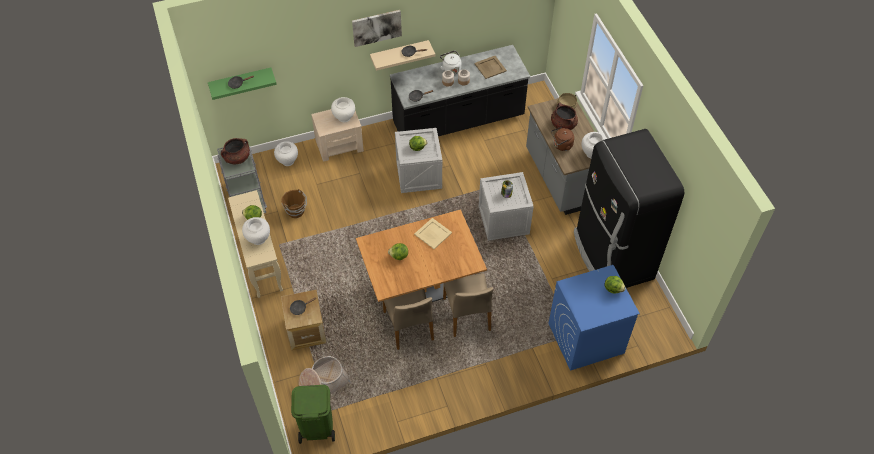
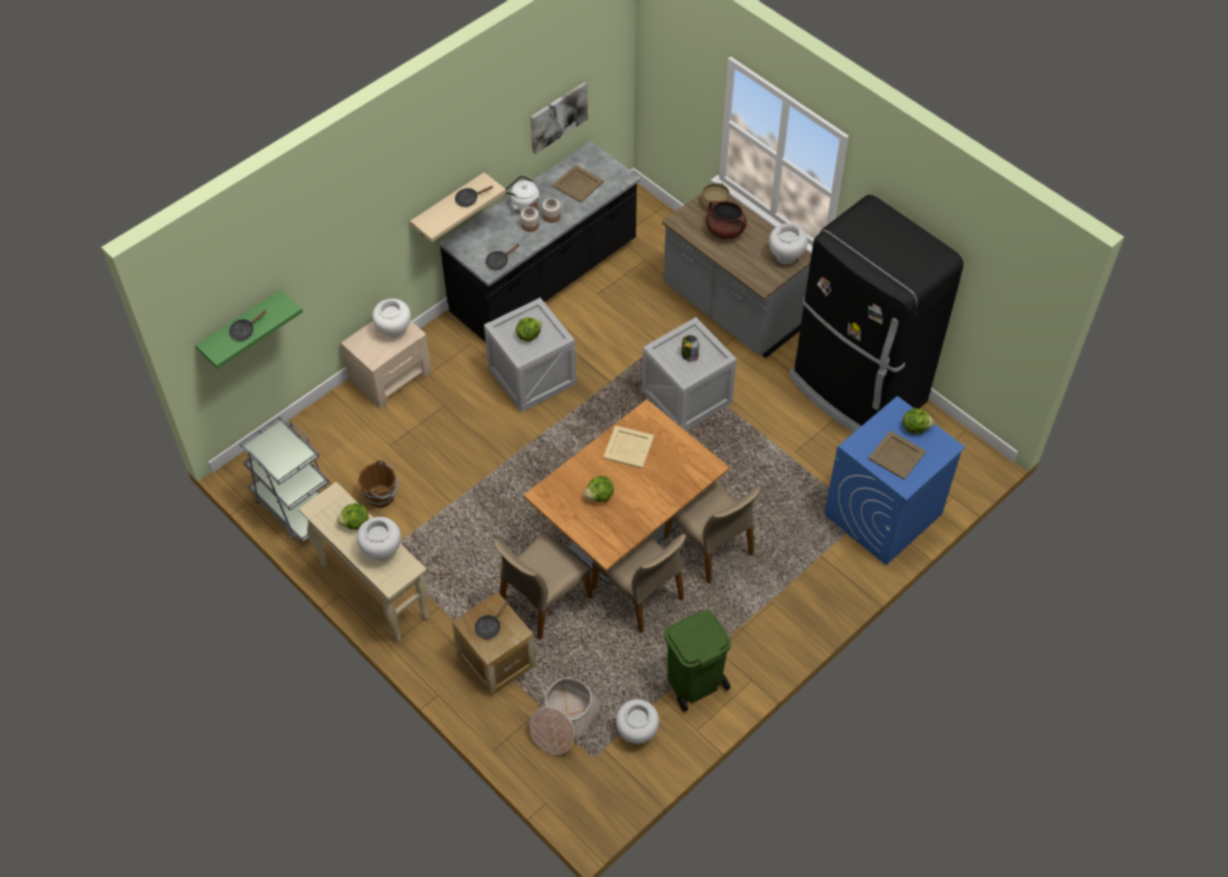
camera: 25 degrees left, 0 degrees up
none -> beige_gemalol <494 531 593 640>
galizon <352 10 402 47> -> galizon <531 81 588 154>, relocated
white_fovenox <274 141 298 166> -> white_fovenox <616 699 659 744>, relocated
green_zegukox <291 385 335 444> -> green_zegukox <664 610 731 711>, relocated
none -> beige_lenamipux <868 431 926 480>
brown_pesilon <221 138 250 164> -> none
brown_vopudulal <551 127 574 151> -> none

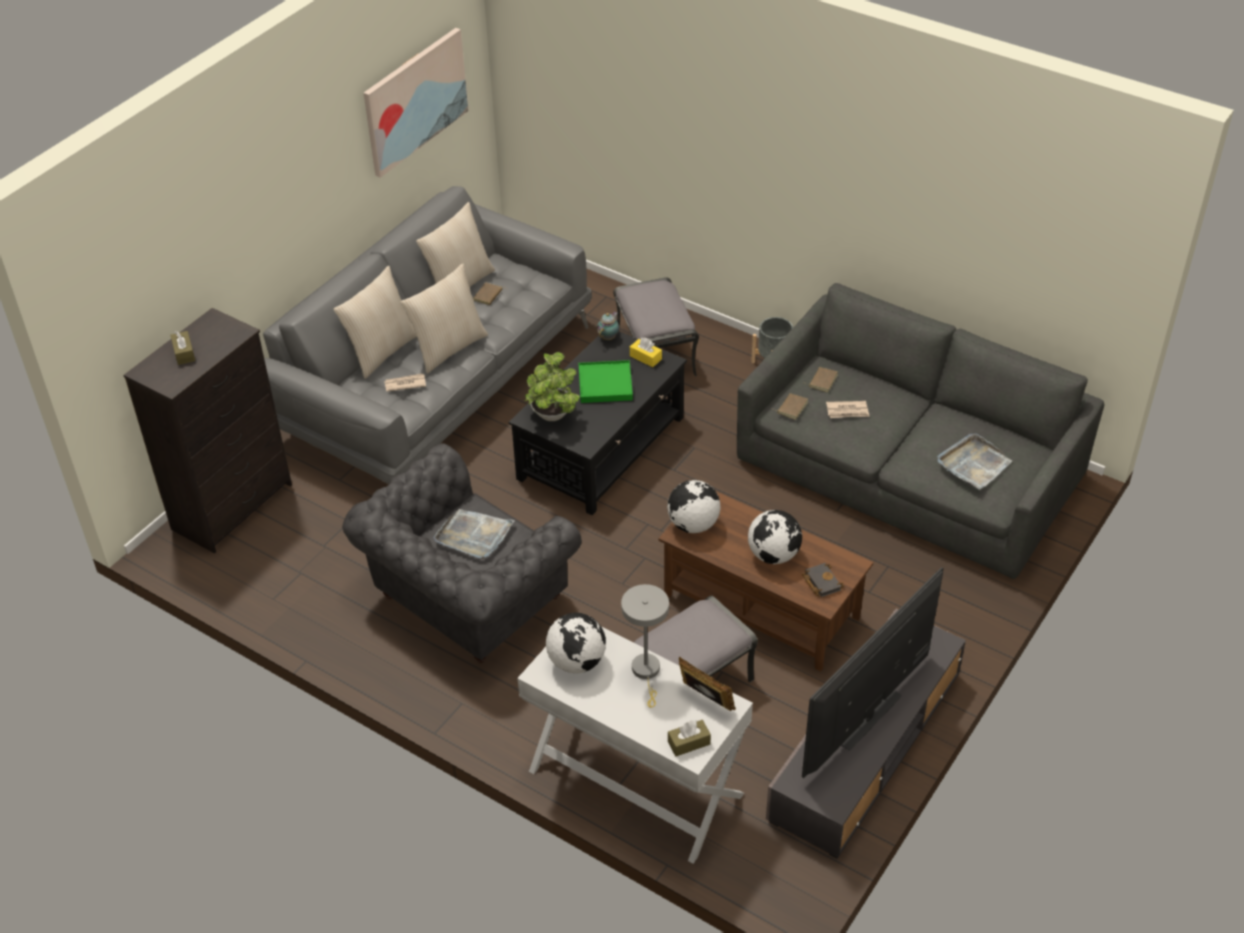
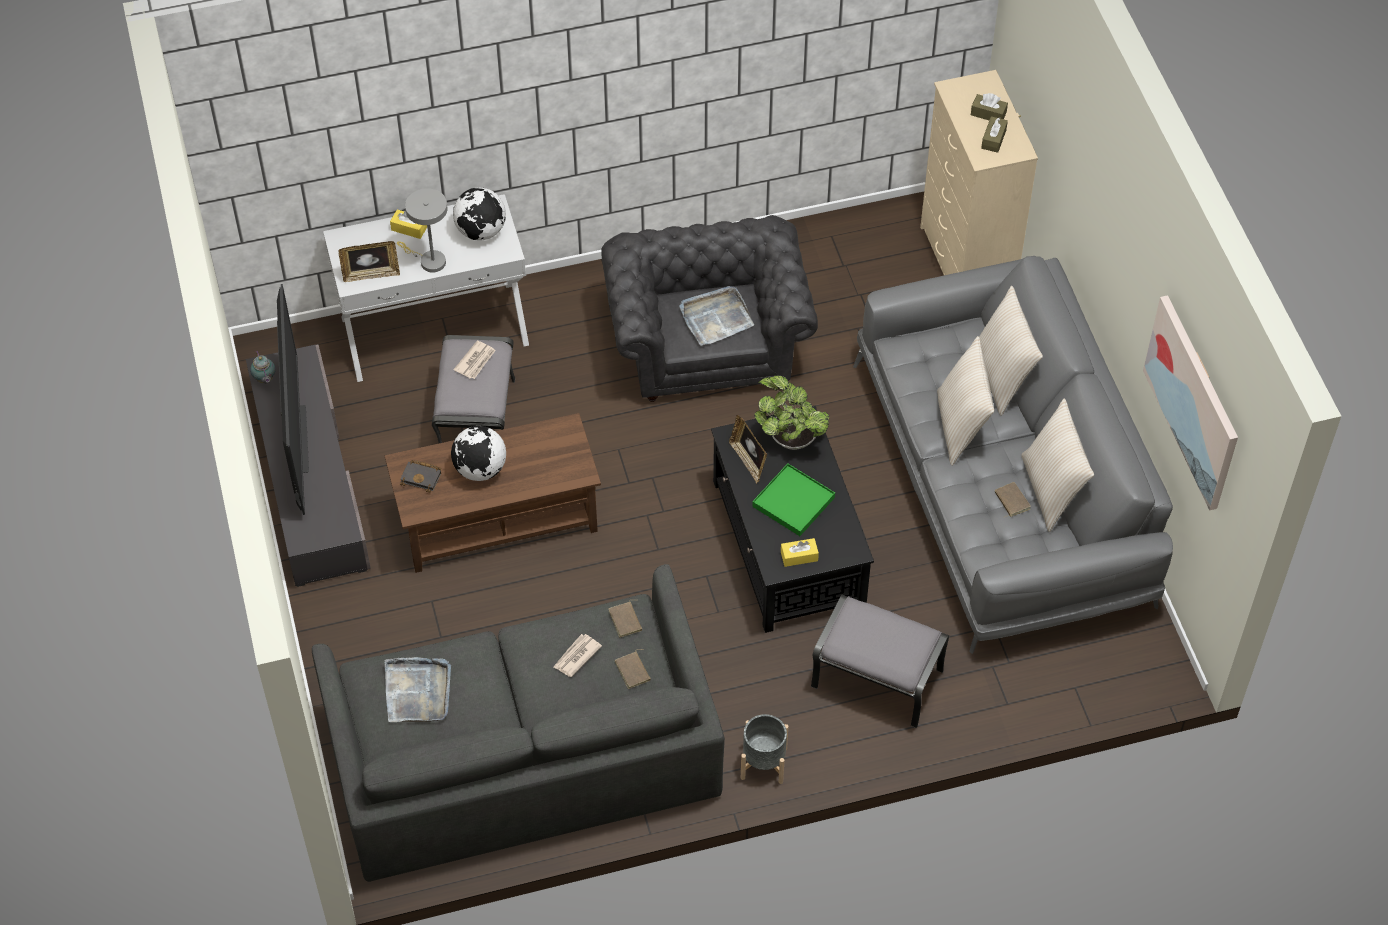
camera: 130 degrees right, 10 degrees up
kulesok <597 312 619 340> -> kulesok <250 351 276 384>, relocated
none -> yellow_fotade <390 209 427 239>
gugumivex <384 373 426 392> -> gugumivex <454 341 496 379>, relocated
none -> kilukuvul <729 415 767 484>
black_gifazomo <123 308 292 553> -> beige_gifazomo <920 70 1038 275>
brown_fotade <668 720 711 756> -> brown_fotade <981 116 1008 153>, relocated
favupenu <667 480 720 533> -> none

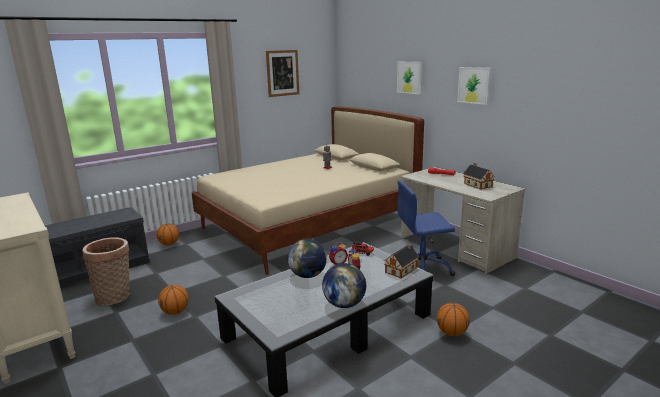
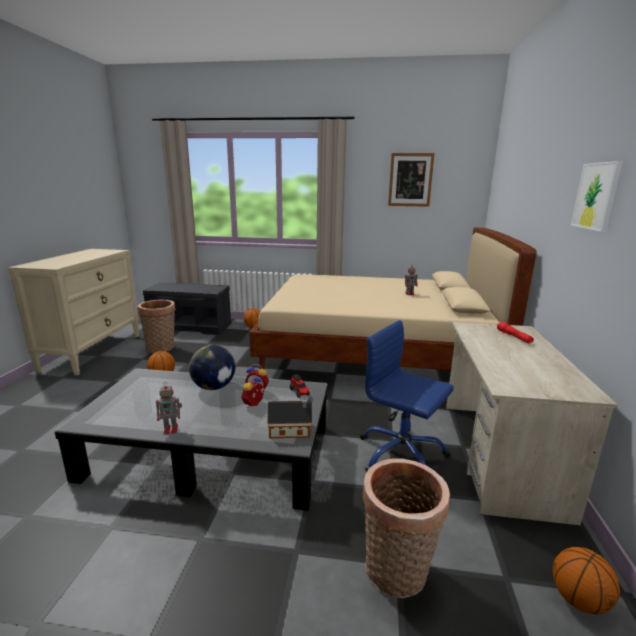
camera: 45 degrees right, 0 degrees up
favupenu <322 263 366 308> -> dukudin <156 382 182 435>
none -> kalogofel <363 458 450 598>
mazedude <437 303 470 336> -> mazedude <552 547 620 614>, relocated
galizon <397 62 422 94> -> none
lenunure <463 163 495 189> -> none

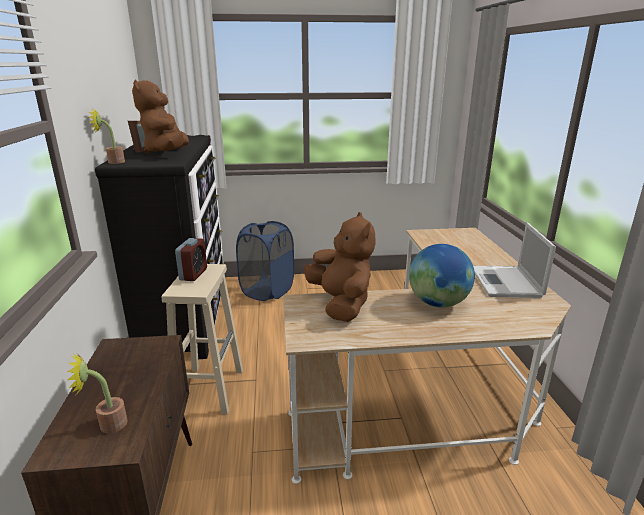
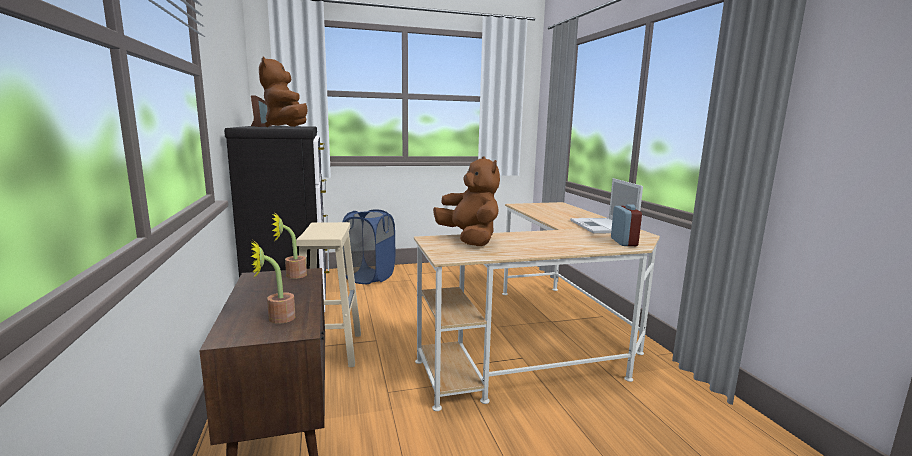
camera: 10 degrees left, 10 degrees down
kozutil <89 109 125 164> -> kozutil <272 211 307 279>, relocated
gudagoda <175 238 207 281> -> gudagoda <611 204 642 246>, relocated
favupenu <409 244 475 308> -> none

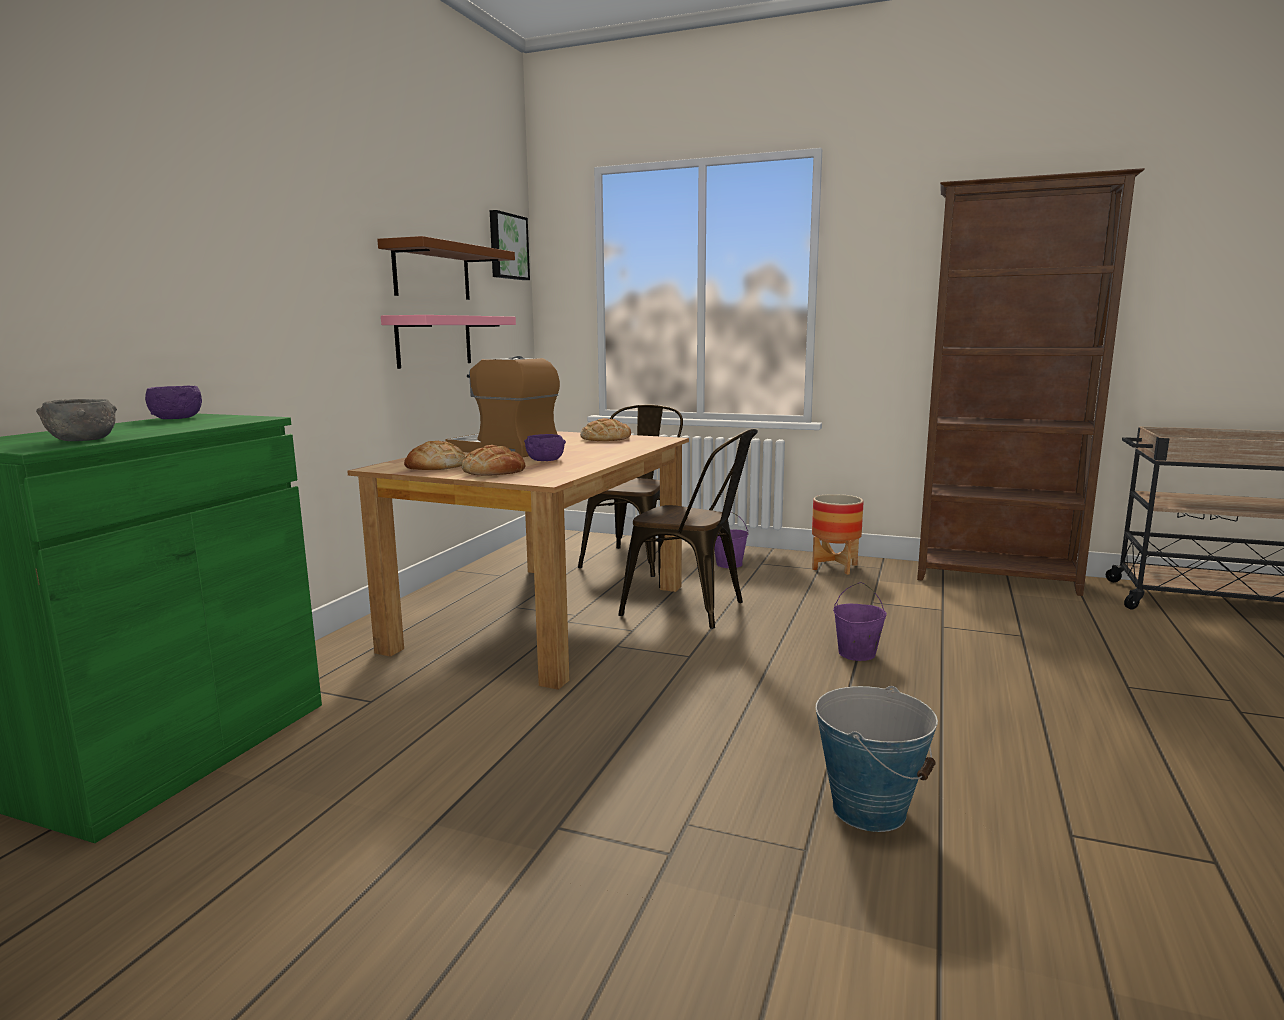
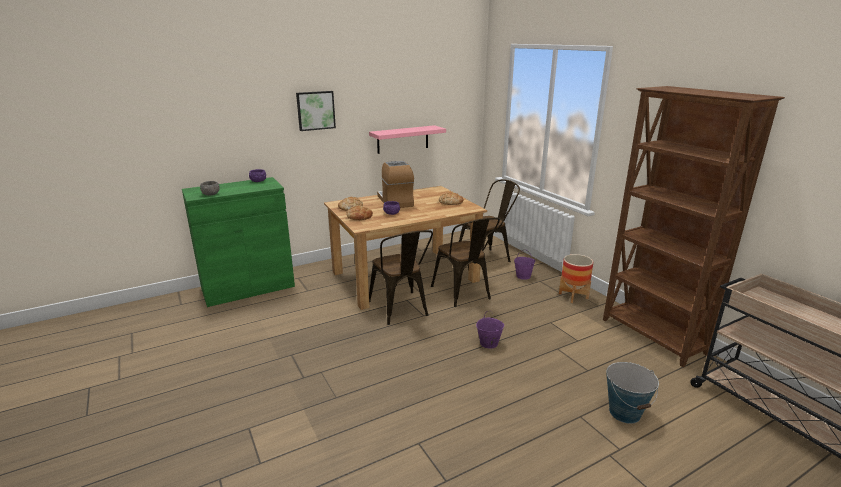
camera: 40 degrees right, 10 degrees up
galizon <490 210 530 280> -> galizon <296 91 336 131>, relocated
none -> brown_gemalol <369 230 433 325>
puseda <816 686 938 832> -> puseda <606 362 659 424>, relocated
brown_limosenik <377 236 515 300> -> none

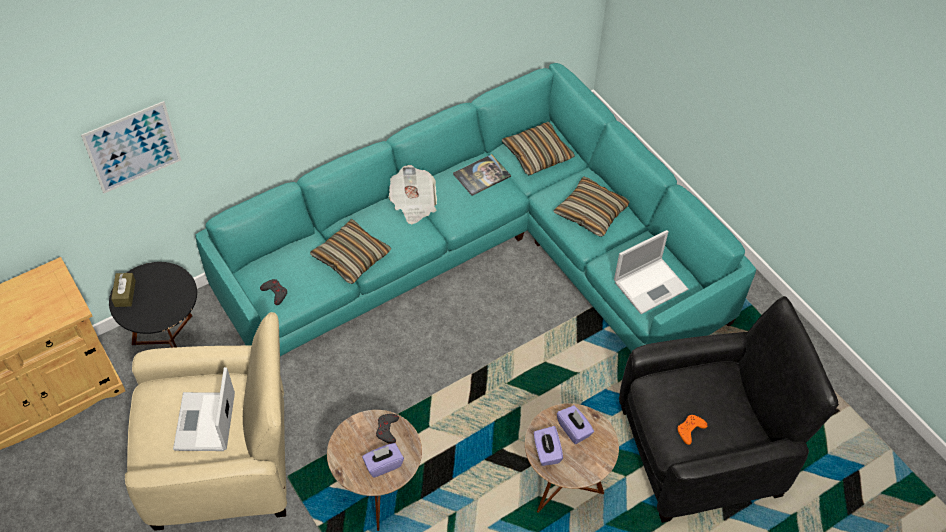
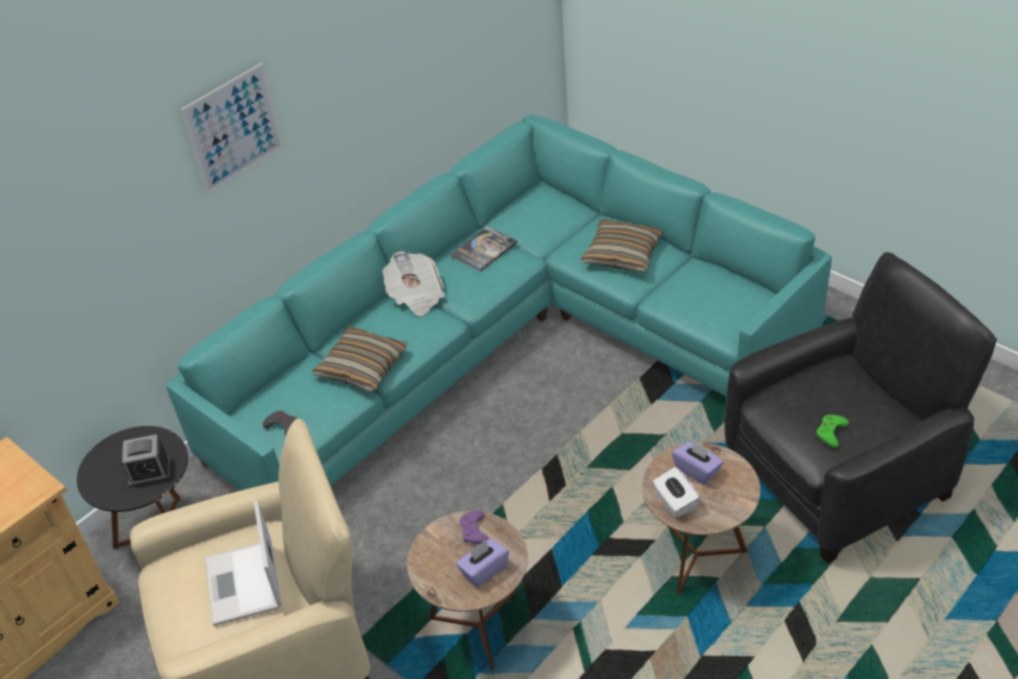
camera: 10 degrees left, 10 degrees down
none -> gudagoda <121 434 171 487>
galizon <81 101 181 194> -> galizon <181 63 283 195>, relocated
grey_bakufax <376 414 399 444> -> purple_bakufax <460 510 489 544>
purple_fotade <534 426 563 466> -> white_fotade <653 467 700 518>
orange_bakufax <677 415 708 445> -> green_bakufax <816 415 849 448>
brown_fotade <111 273 136 307> -> none
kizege <502 122 575 175> -> none
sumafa <614 230 688 314> -> none

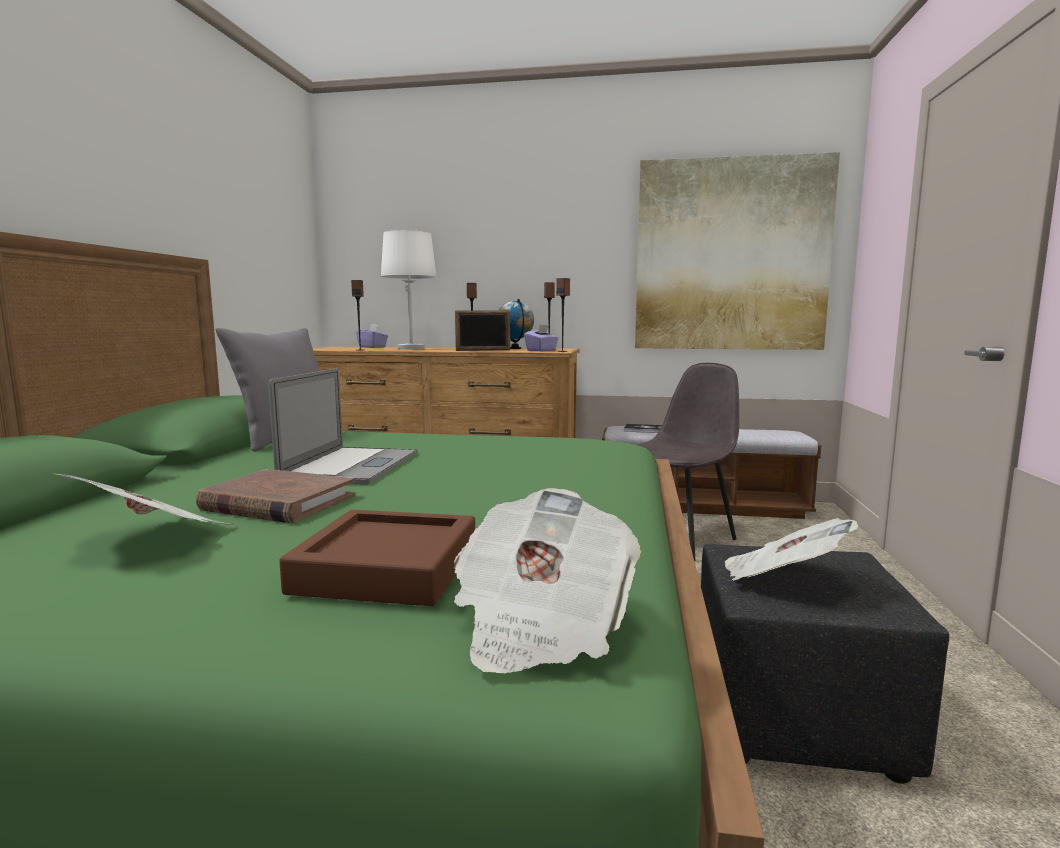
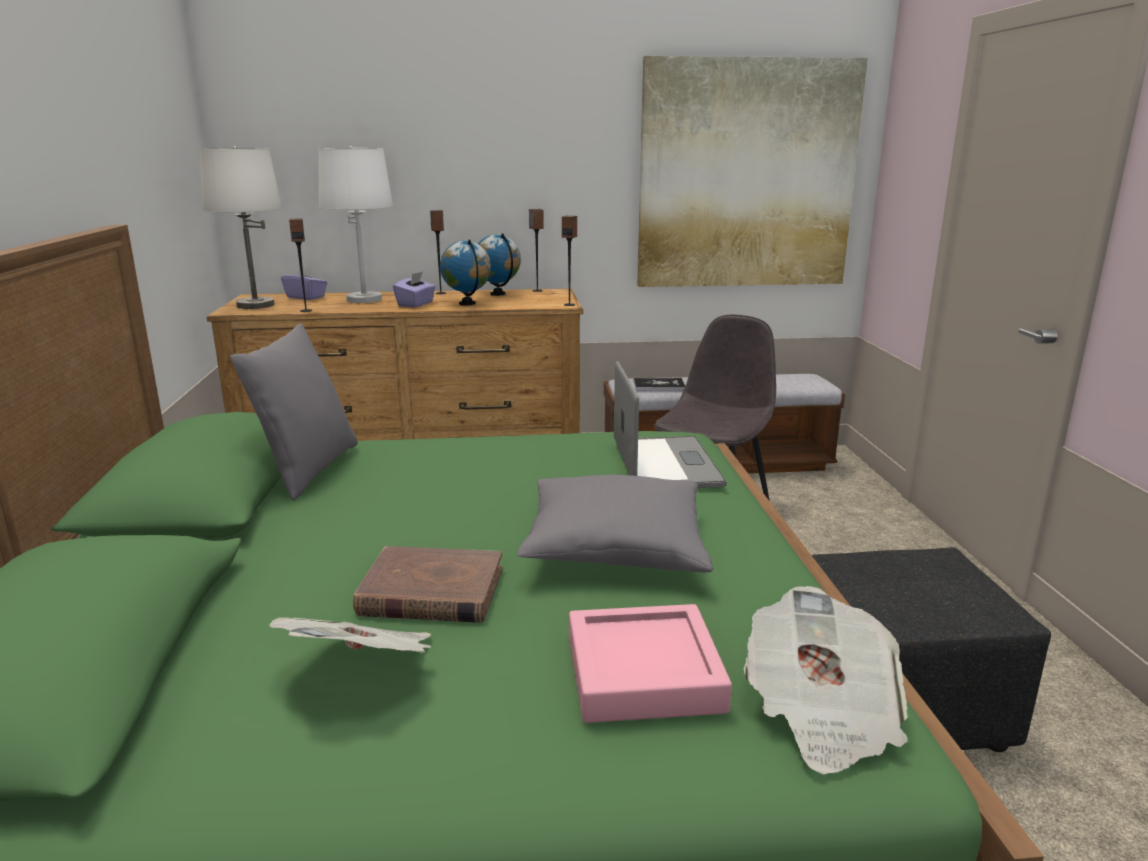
camera: 15 degrees left, 10 degrees up
none -> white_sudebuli <200 146 282 309>
purple_fotade <524 325 559 351> -> purple_fotade <393 271 436 308>, relocated
kilukuvul <455 310 510 351> -> favupenu <440 240 491 305>
none -> grey_kizege <517 475 713 572>
brown_lenamipux <279 510 475 606> -> pink_lenamipux <569 604 732 723>
sumafa <268 368 418 485> -> sumafa <614 361 727 488>, relocated
gugumivex <725 518 858 581> -> none

